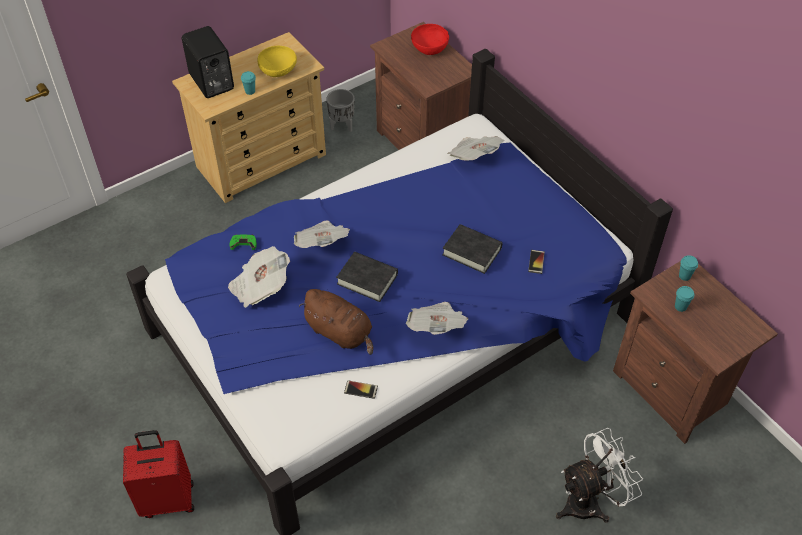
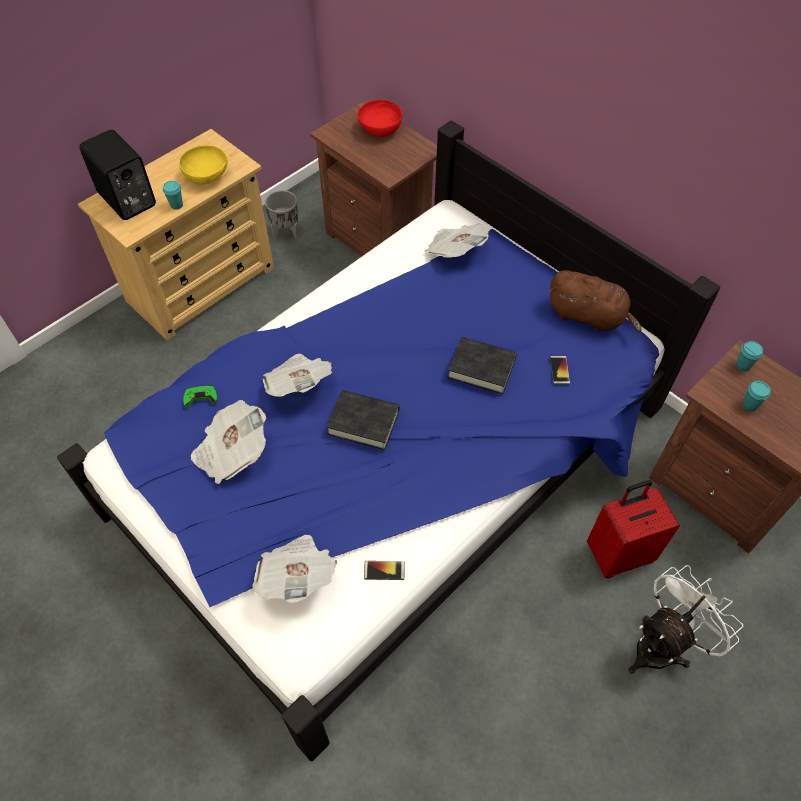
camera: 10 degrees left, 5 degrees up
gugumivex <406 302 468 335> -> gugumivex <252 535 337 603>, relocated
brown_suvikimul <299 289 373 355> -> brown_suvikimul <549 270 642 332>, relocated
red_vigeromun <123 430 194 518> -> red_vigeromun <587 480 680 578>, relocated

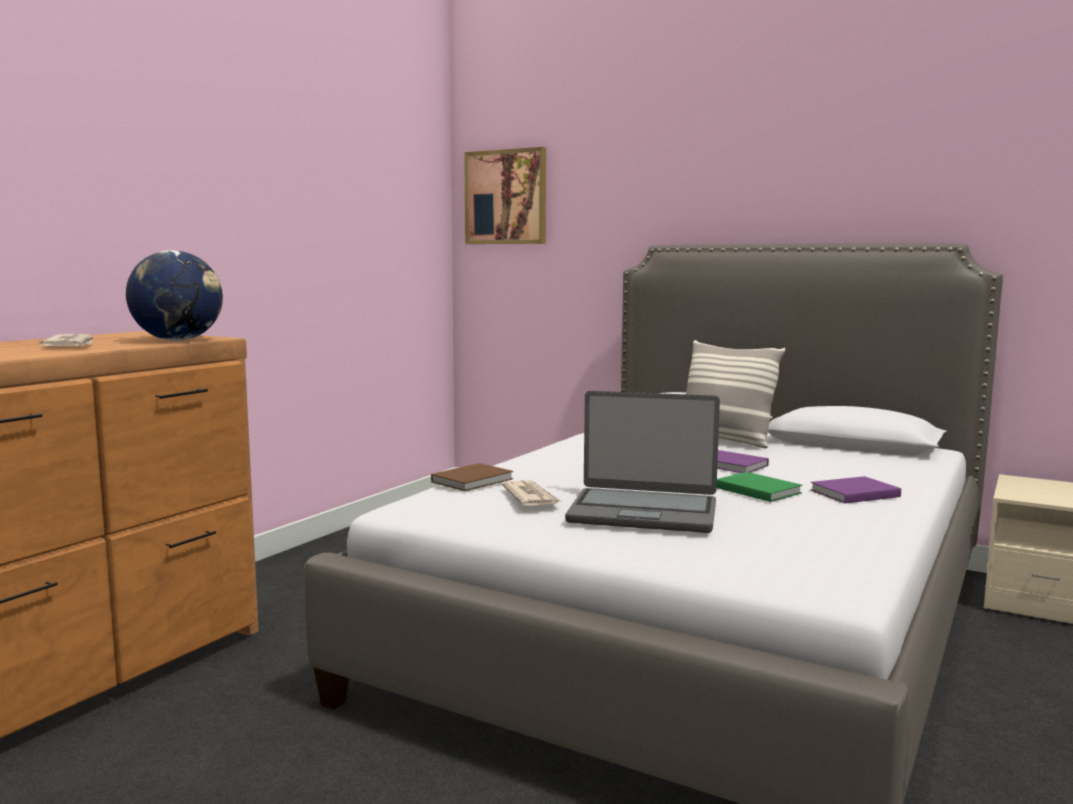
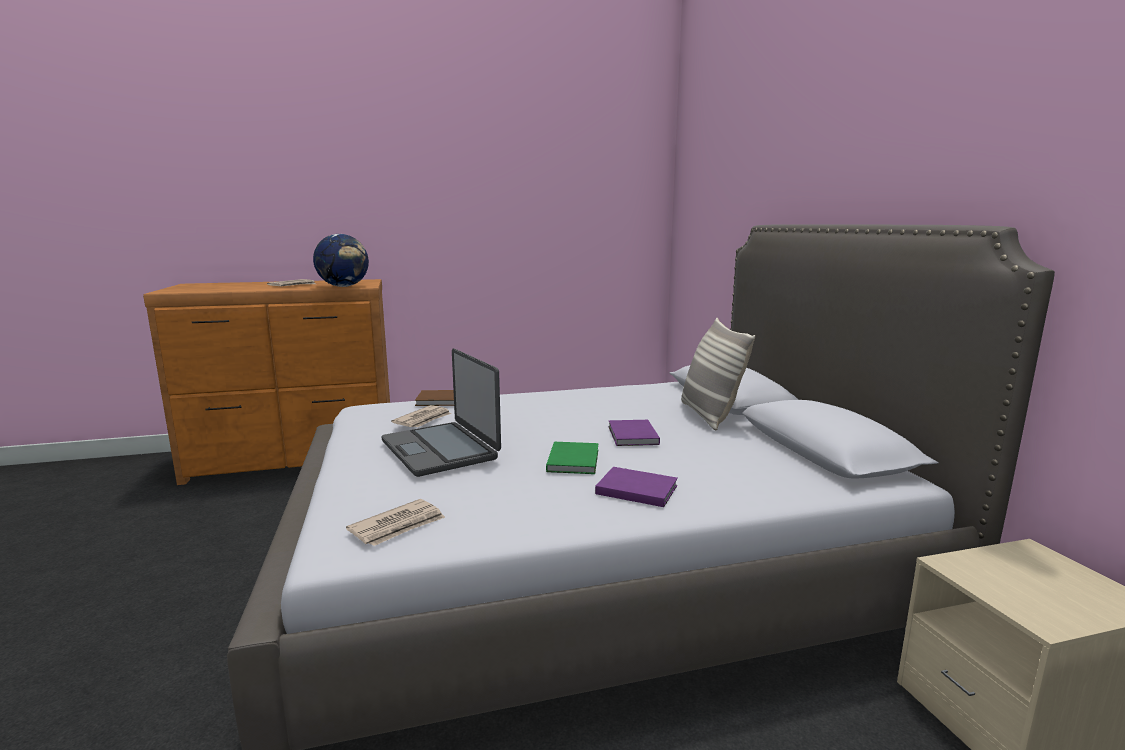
camera: 45 degrees right, 5 degrees up
none -> gugumivex <346 499 445 546>
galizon <464 147 546 244> -> none

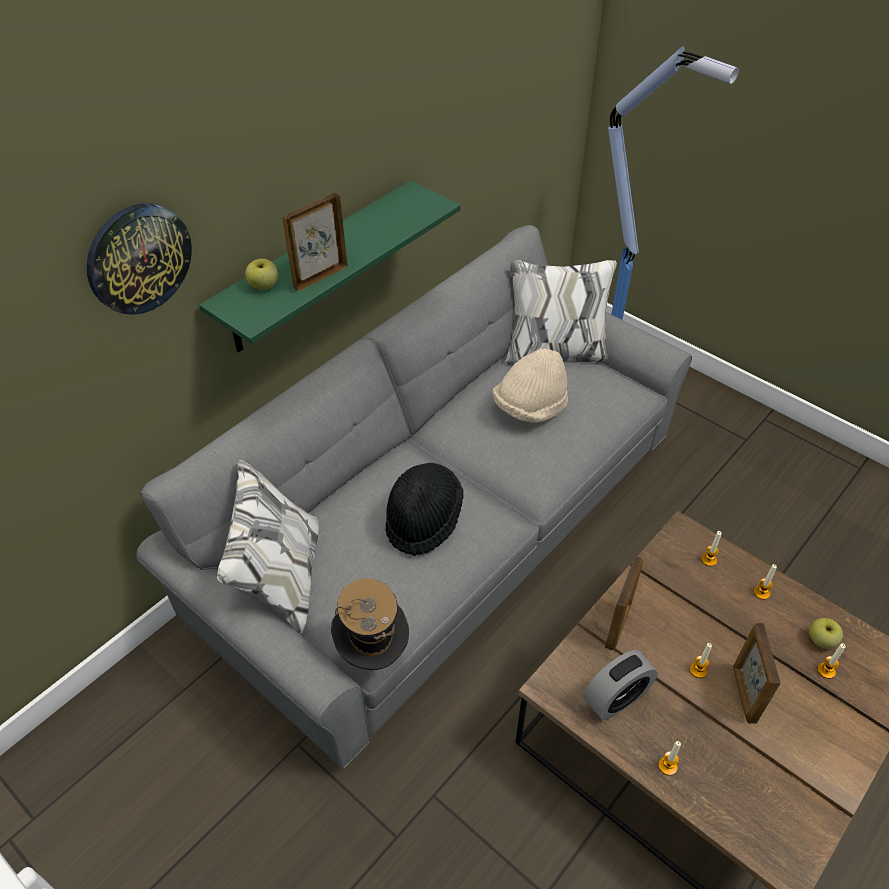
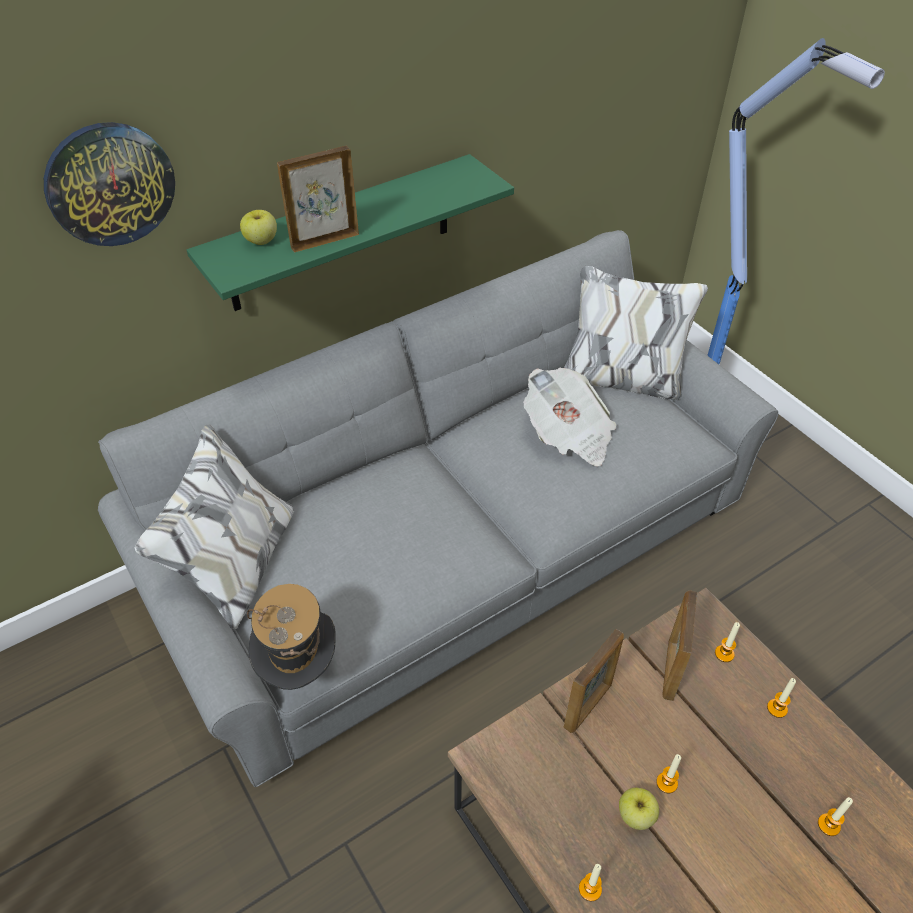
camera: 15 degrees right, 0 degrees up
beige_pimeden <493 348 568 423> -> gugumivex <523 368 616 466>
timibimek <809 618 843 649> -> timibimek <619 788 659 830>, relocated
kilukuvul <733 623 780 724> -> kilukuvul <662 590 697 701>, relocated
black_pimeden <385 463 464 556> -> none
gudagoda <584 650 658 720> -> none

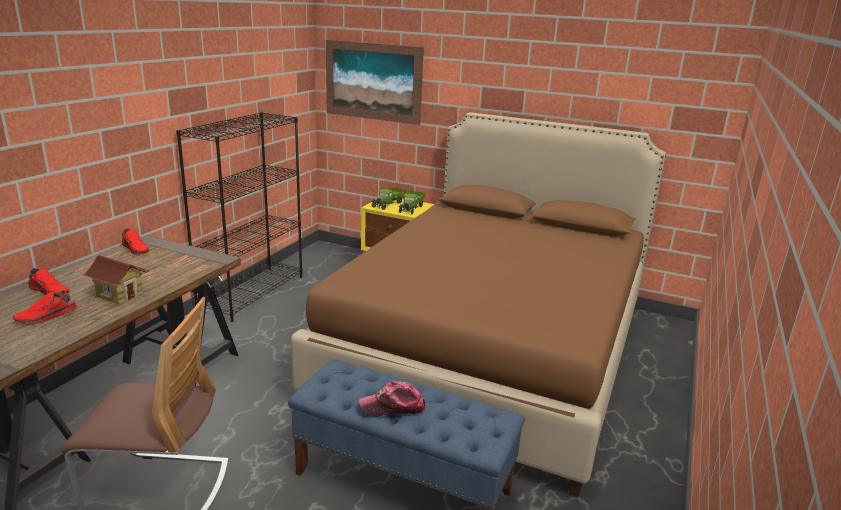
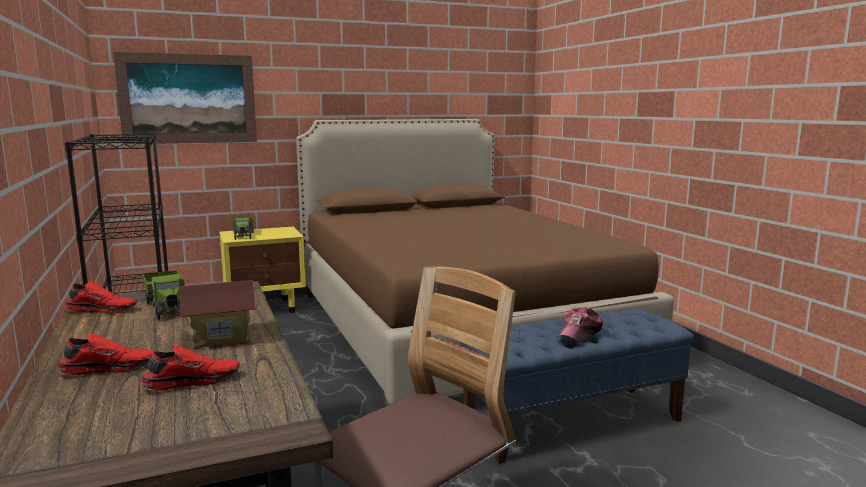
camera: 45 degrees left, 10 degrees down
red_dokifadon <13 290 78 325> -> red_dokifadon <140 345 240 391>, 120 degrees counterclockwise
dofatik <399 191 425 215> -> dofatik <143 270 189 320>, relocated

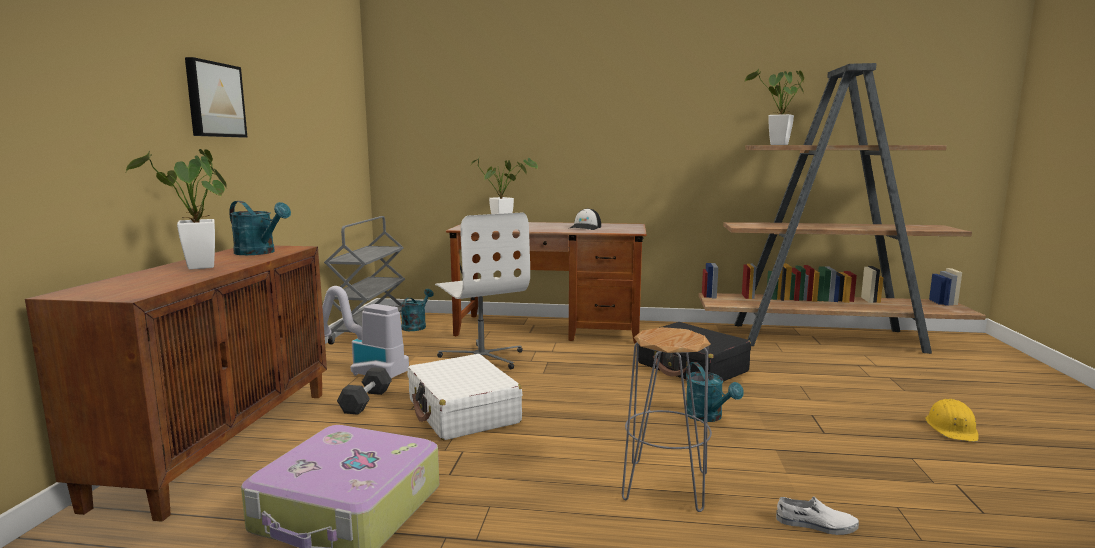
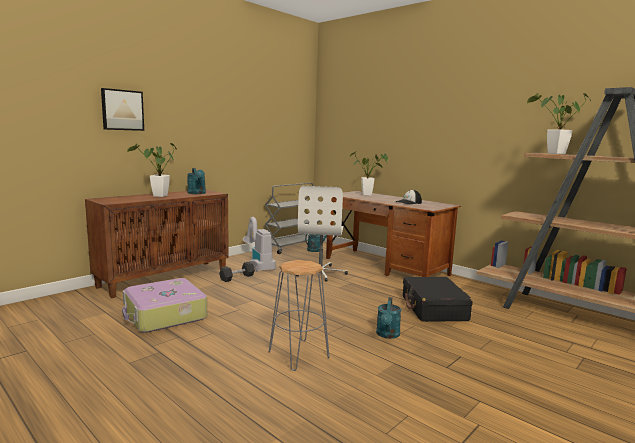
camera: 35 degrees right, 0 degrees up
galizon <185 57 247 137> -> galizon <101 88 144 131>, relocated
white_vigeromun <407 354 523 440> -> none
white_dokifadon <776 497 859 535> -> none
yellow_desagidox <925 399 979 442> -> none

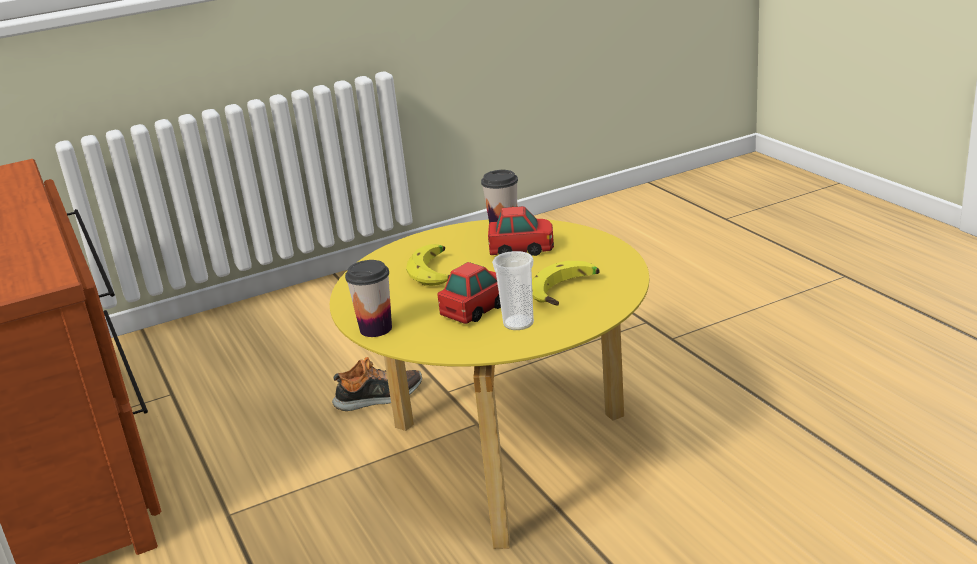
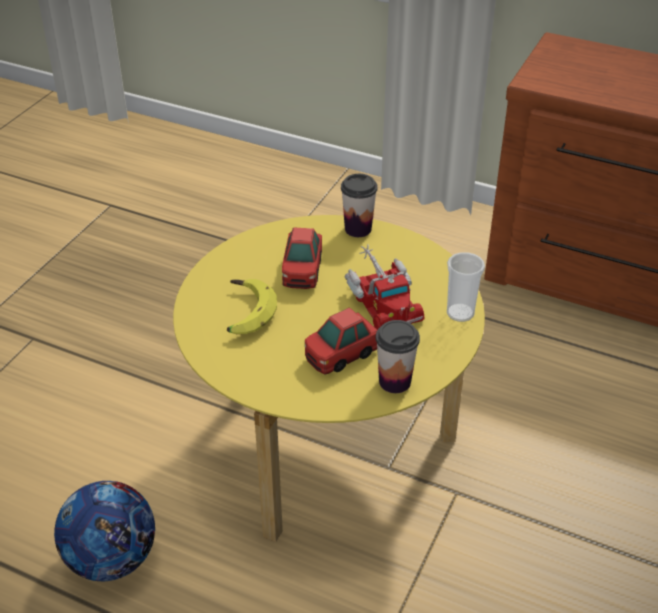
camera: 140 degrees right, 15 degrees up
none -> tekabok <54 481 155 581>
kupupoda <406 244 450 286> -> dofatik <345 244 425 330>
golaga <492 251 534 330> -> golaga <447 252 485 322>, relocated
dokifadon <332 357 422 411> -> none

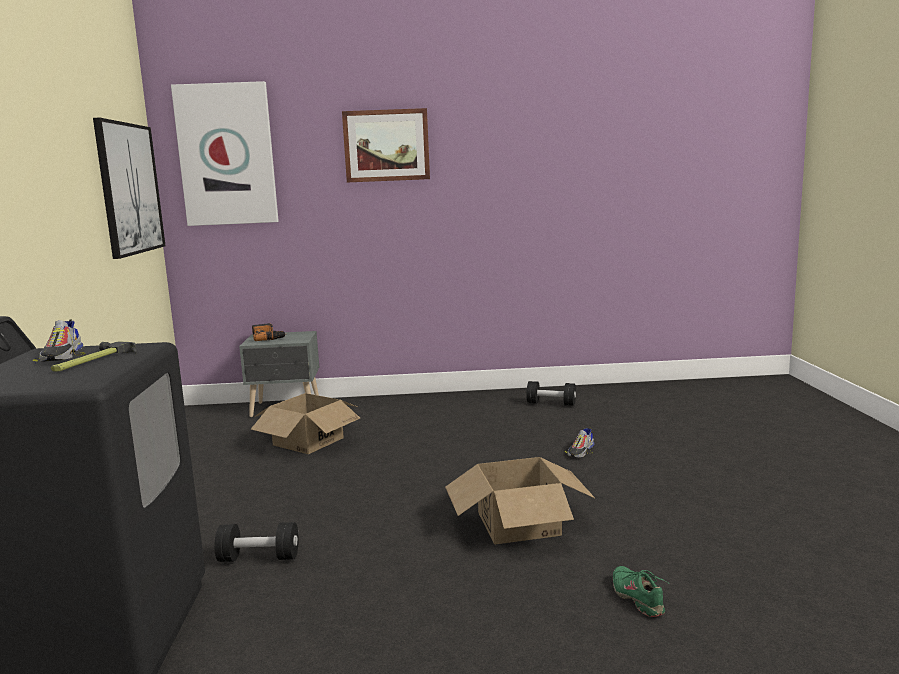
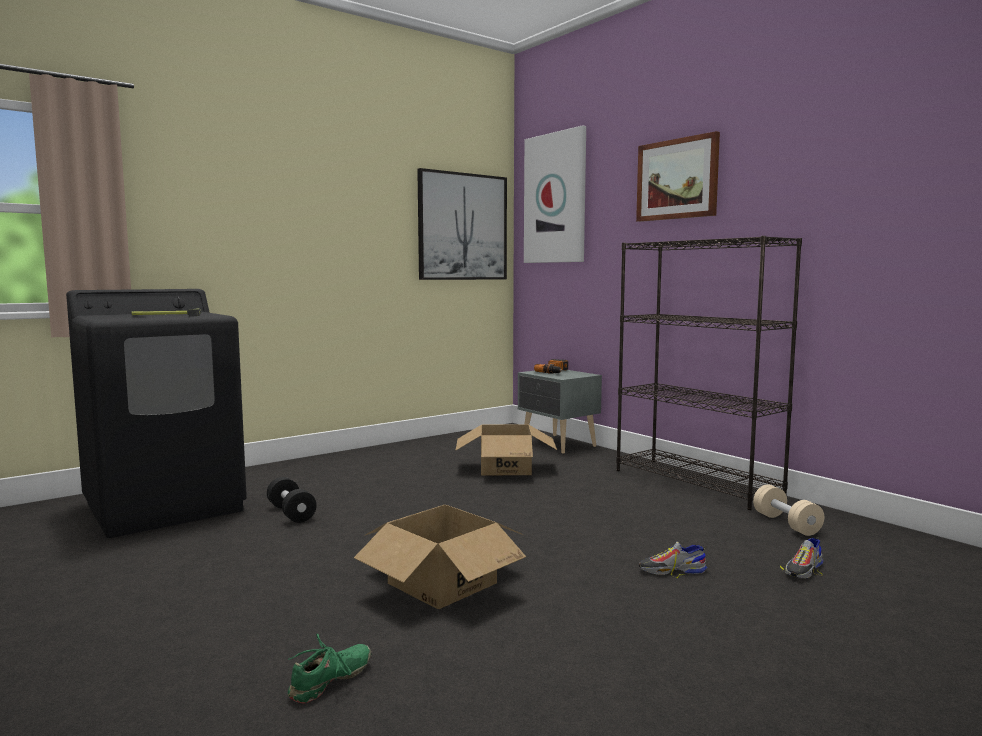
camera: 55 degrees right, 5 degrees down
none -> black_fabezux <616 236 802 510>
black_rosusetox <526 381 576 406> -> beige_rosusetox <753 484 824 536>
dokifadon <33 319 85 362> -> dokifadon <780 537 823 578>, relocated

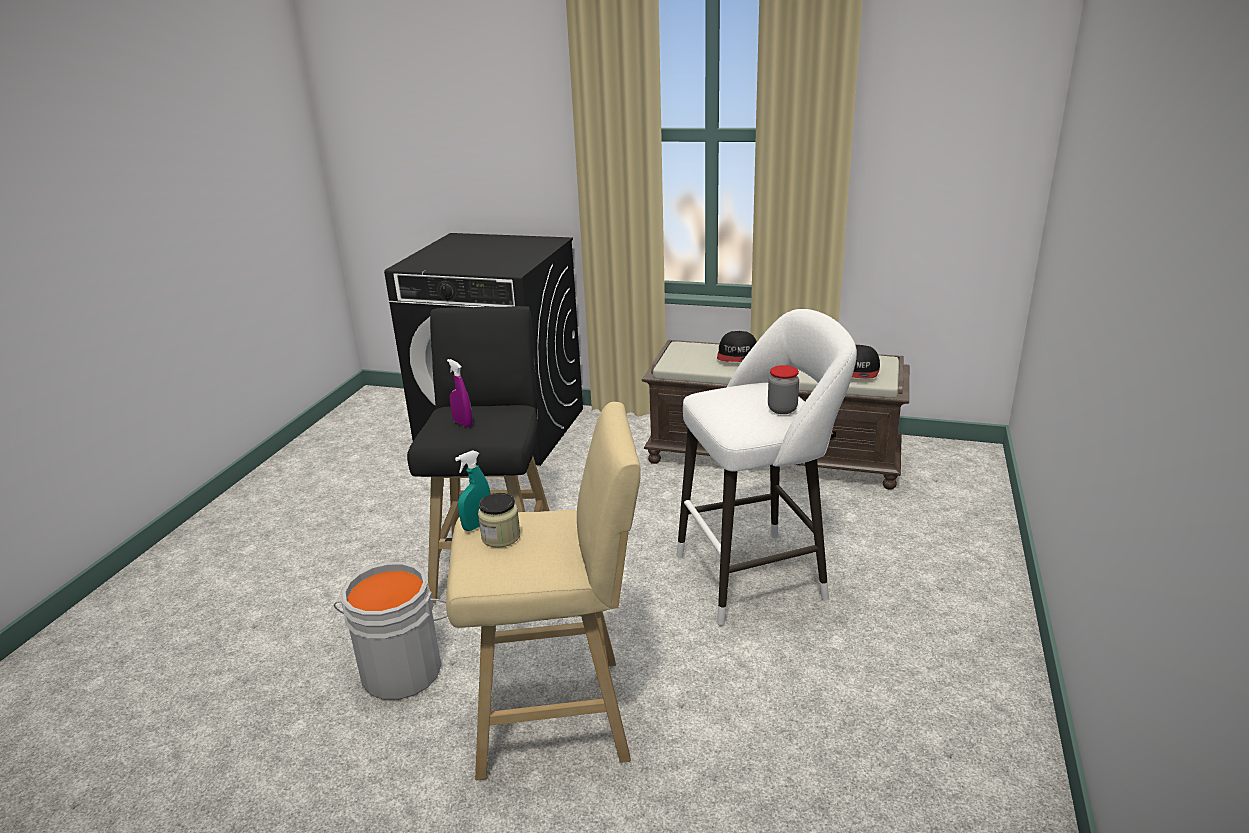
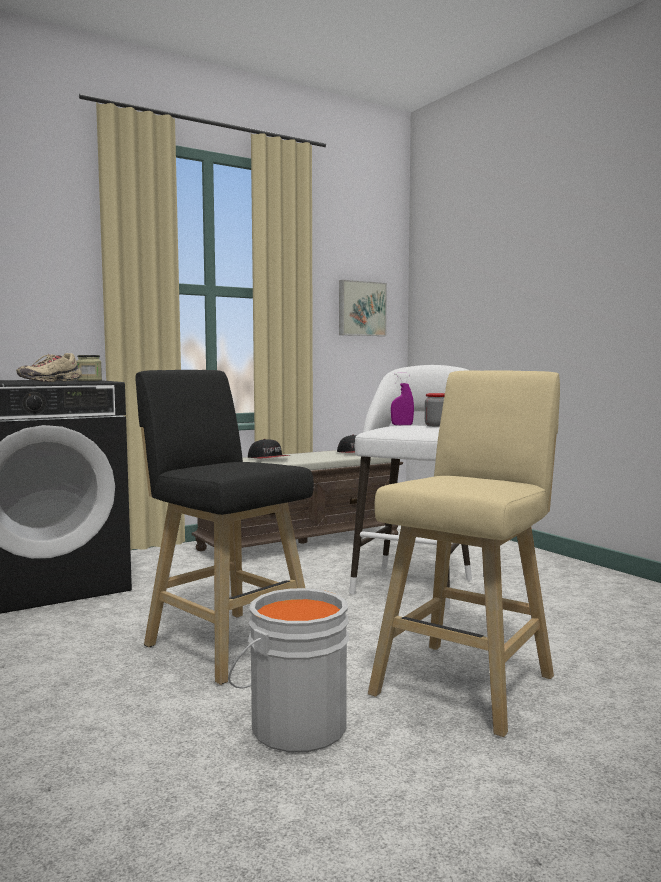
camera: 50 degrees left, 20 degrees down
none -> beige_dokifadon <16 353 82 382>
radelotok <478 493 520 548> -> radelotok <77 355 102 381>, relocated
none -> galizon <339 280 387 336>
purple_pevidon <447 359 472 428> -> purple_pevidon <391 373 414 425>, relocated
turquoise_pevidon <455 450 491 531> -> none

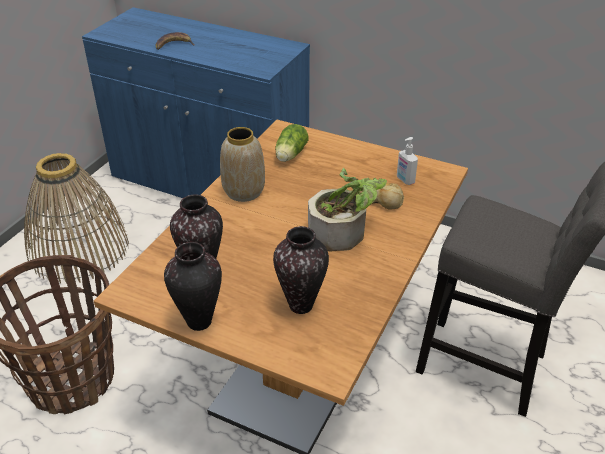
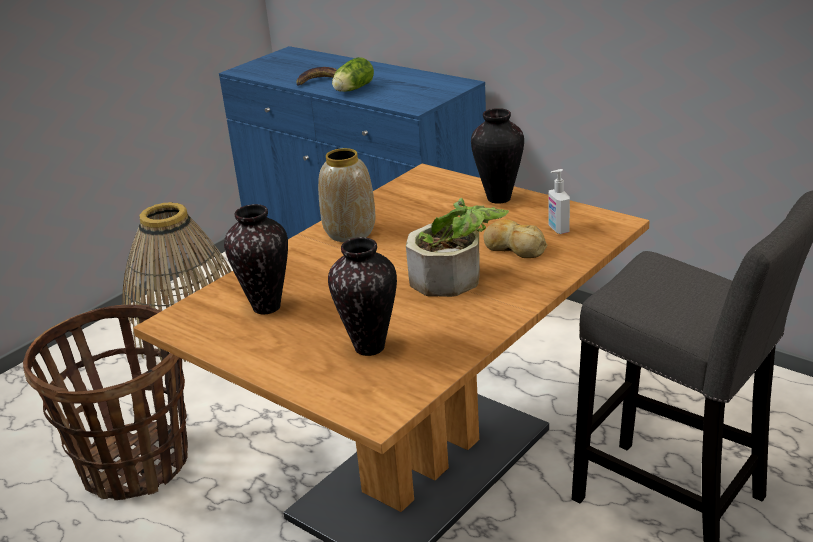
camera: 15 degrees right, 10 degrees down
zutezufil <275 124 309 162> -> zutezufil <332 57 374 92>, relocated
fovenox <164 242 222 331> -> fovenox <471 108 524 204>, relocated

